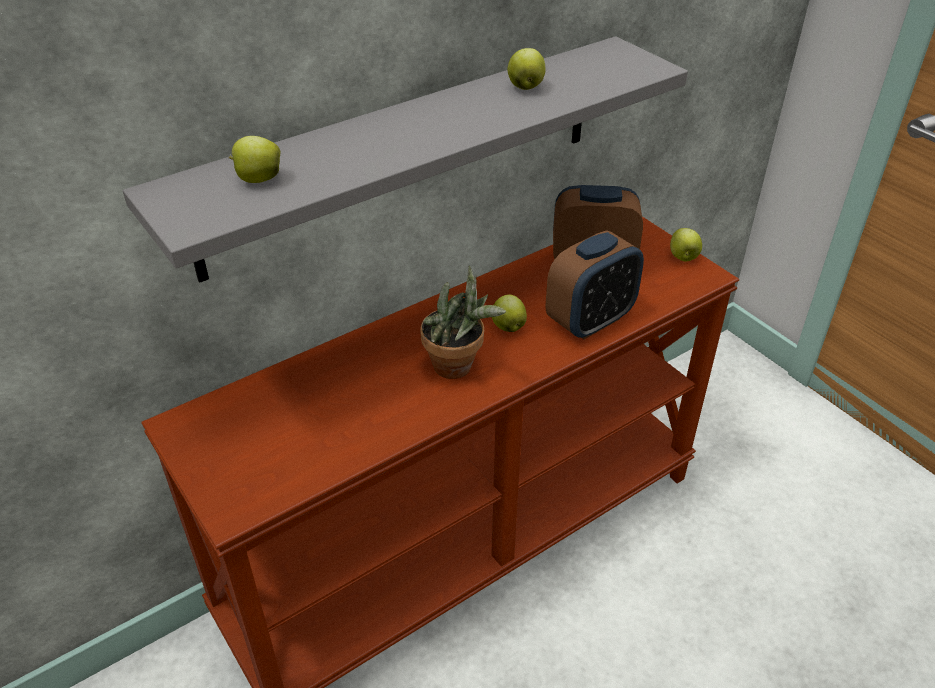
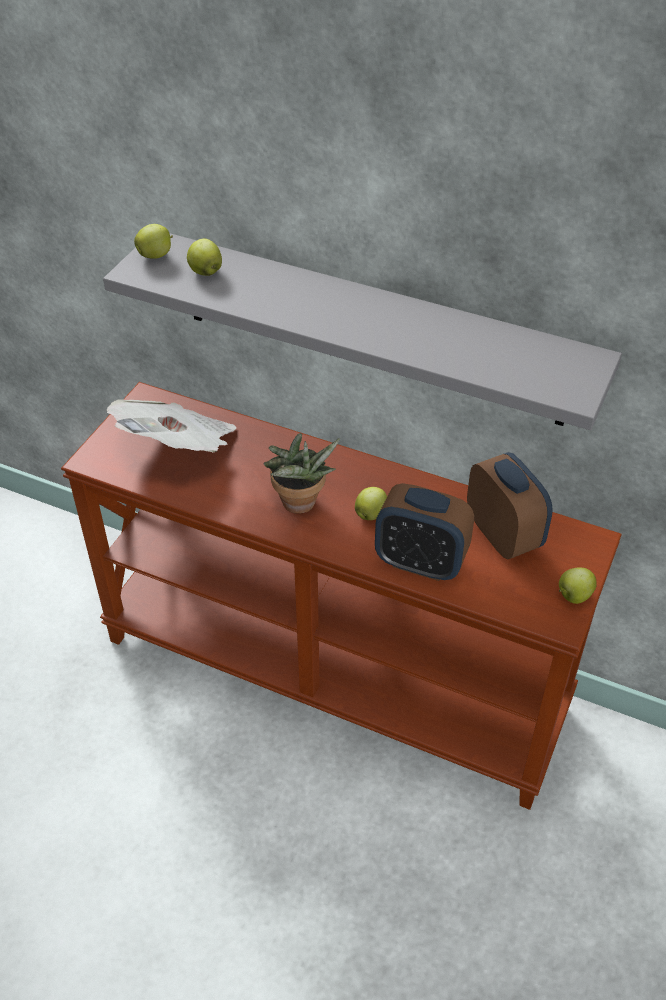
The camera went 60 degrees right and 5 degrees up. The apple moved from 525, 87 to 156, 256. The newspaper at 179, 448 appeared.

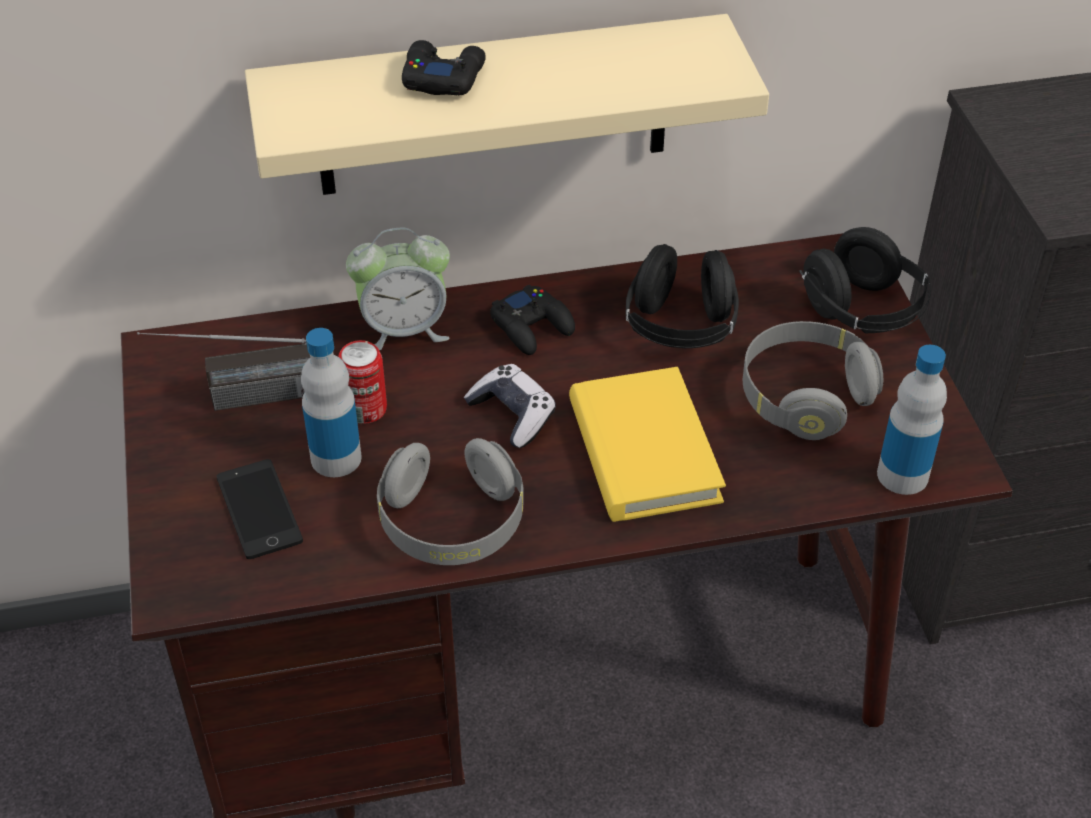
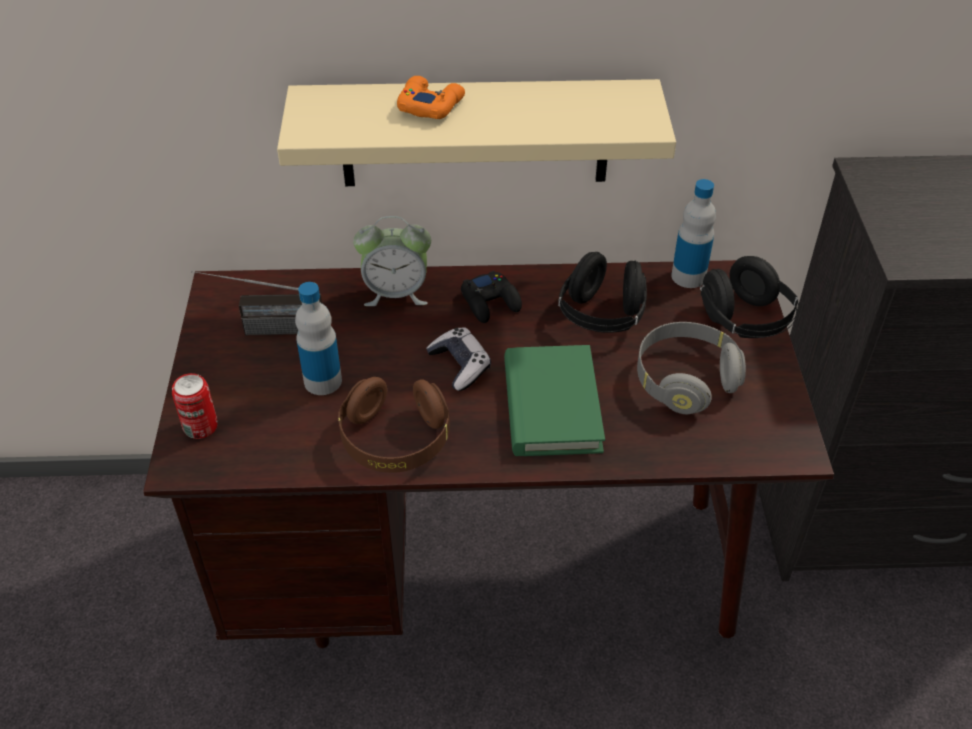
The camera went 10 degrees right and 0 degrees up. The phone at 259, 509 disappeared. The can moved from 365, 409 to 200, 426. The grey headphones at 452, 523 became the brown headphones at 395, 440. The black game controller at 442, 77 became the orange game controller at 430, 105. The yellow book at 643, 451 became the green book at 551, 405. The bottle moved from 902, 475 to 688, 276.

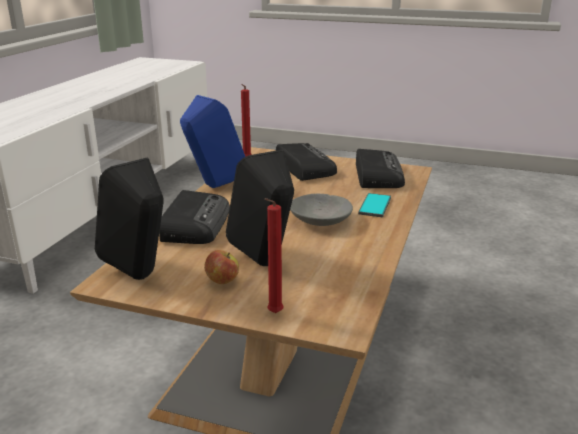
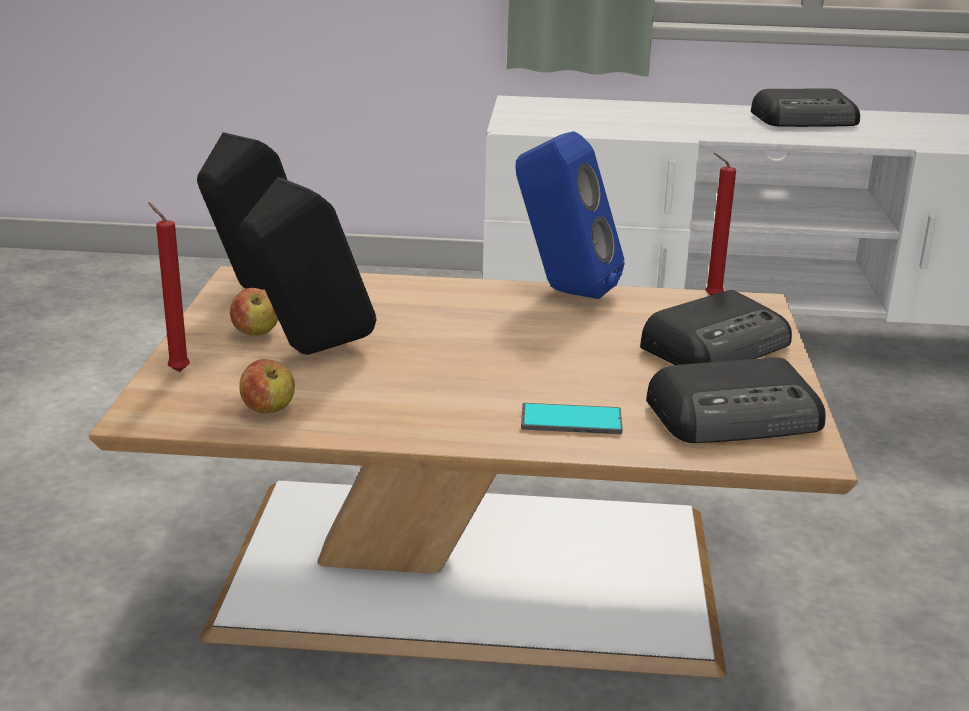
The camera went 75 degrees right and 0 degrees up. The radio moved from 195, 224 to 806, 120. The grey bowl at 321, 220 disappeared. The apple at 268, 410 appeared.

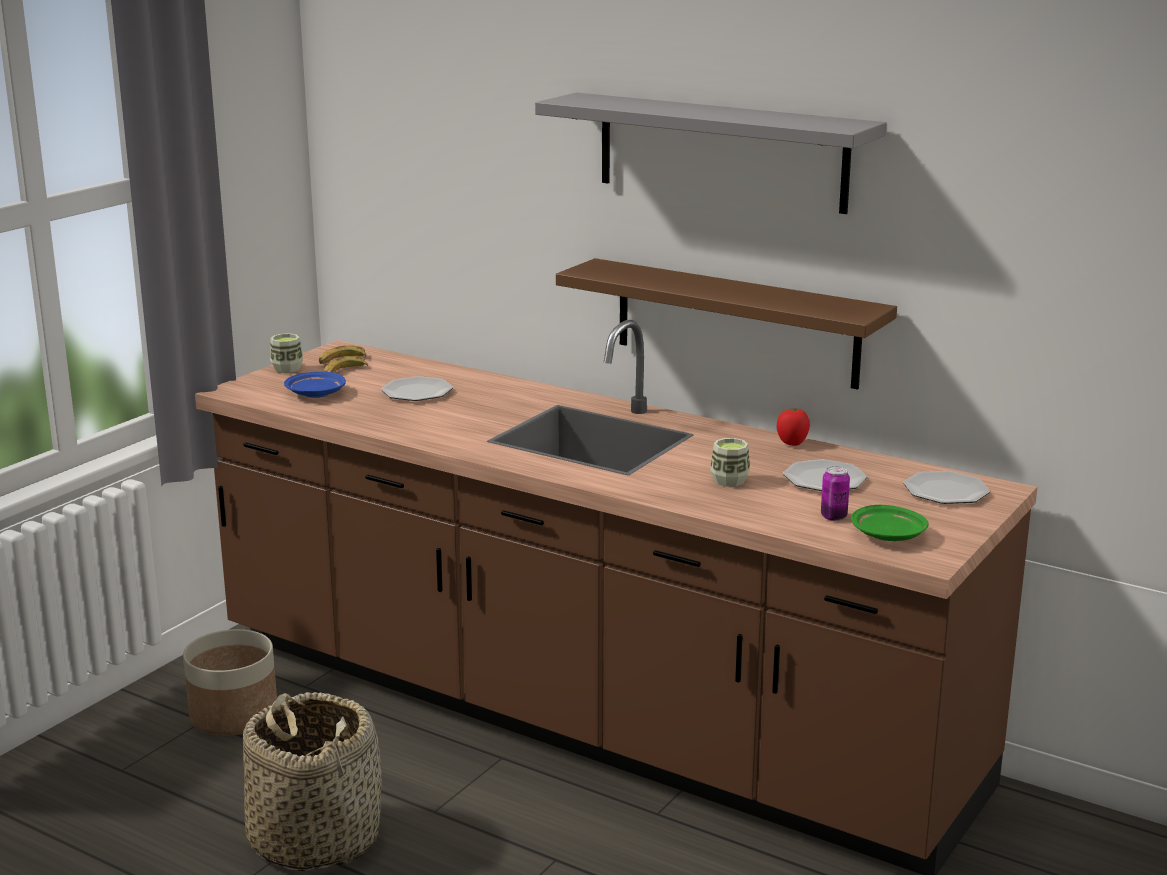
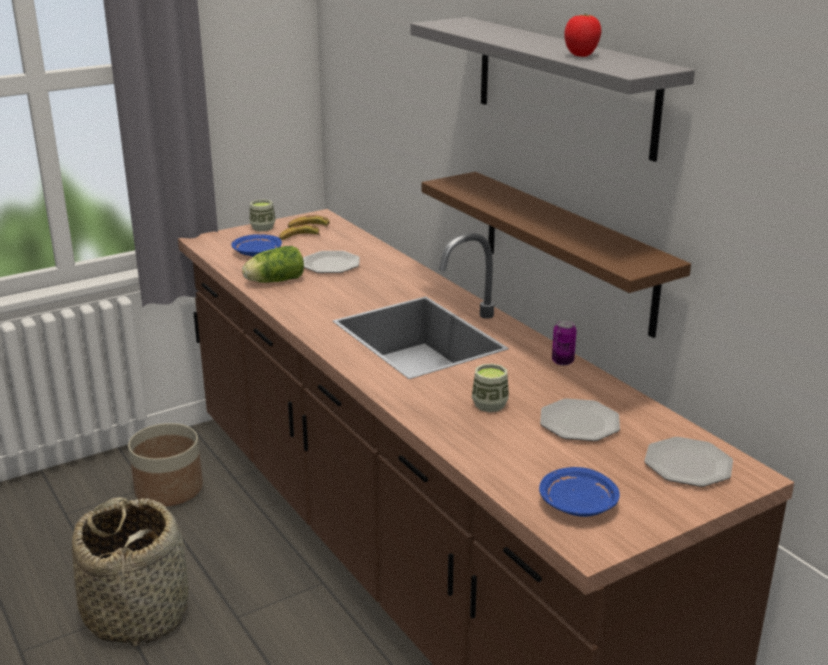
The camera went 25 degrees right and 5 degrees up. The tomato moved from 792, 444 to 581, 56. The can moved from 833, 516 to 562, 361. The green plate at 888, 535 became the blue plate at 578, 504. The lettuce at 273, 281 appeared.

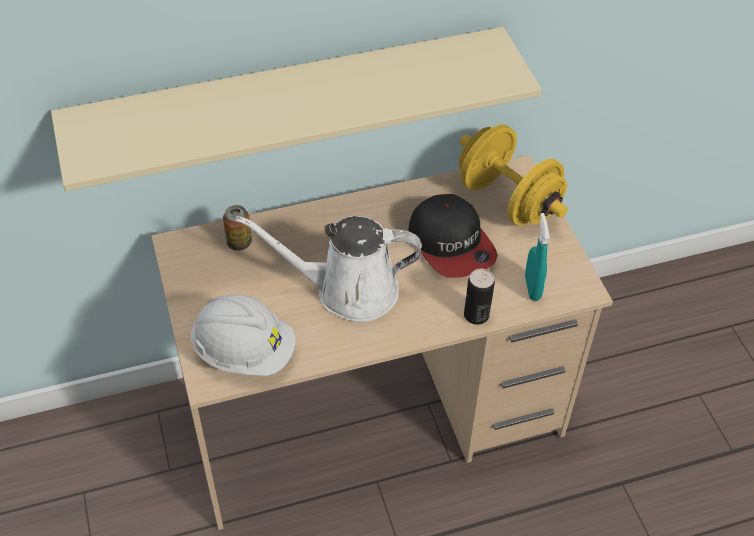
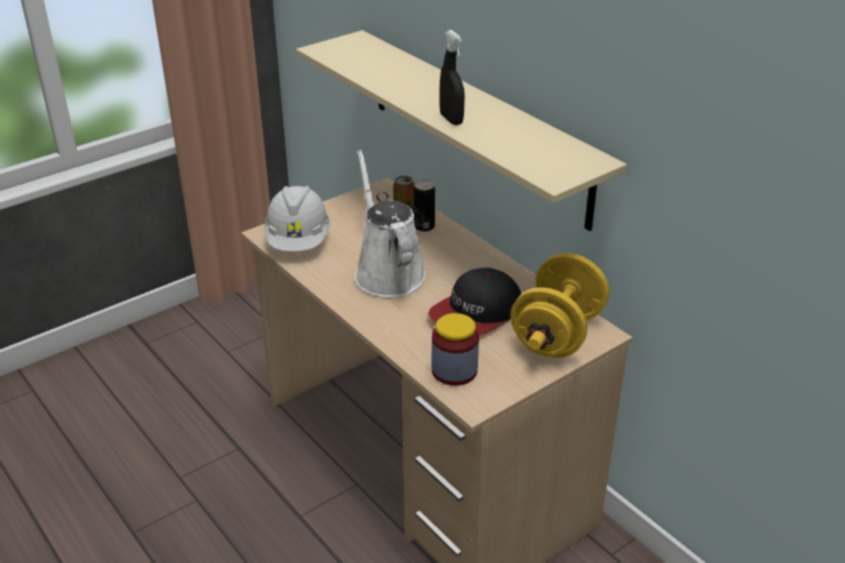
The camera went 70 degrees right and 15 degrees down. The can moved from 476, 315 to 424, 226. The turquoise spray bottle at 532, 288 was replaced by the jar at 454, 371. The black spray bottle at 451, 119 appeared.

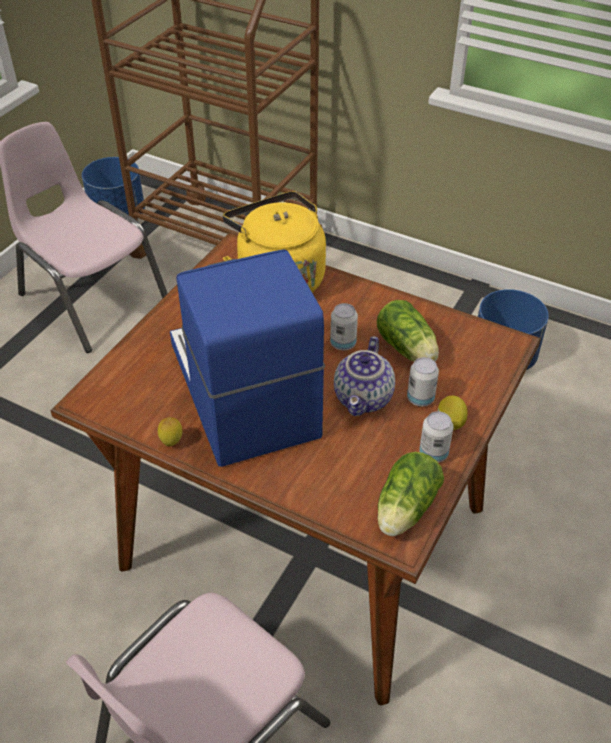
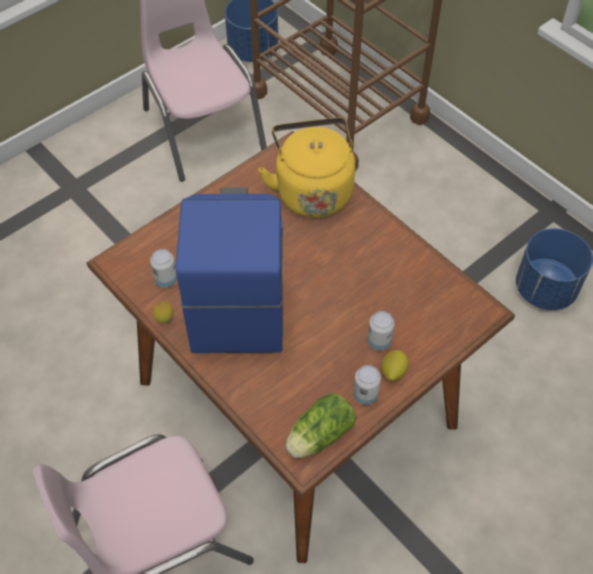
The camera went 20 degrees right and 10 degrees up. The can moved from 343, 344 to 166, 280. The teapot at 364, 399 disappeared. The lettuce at 408, 350 disappeared.

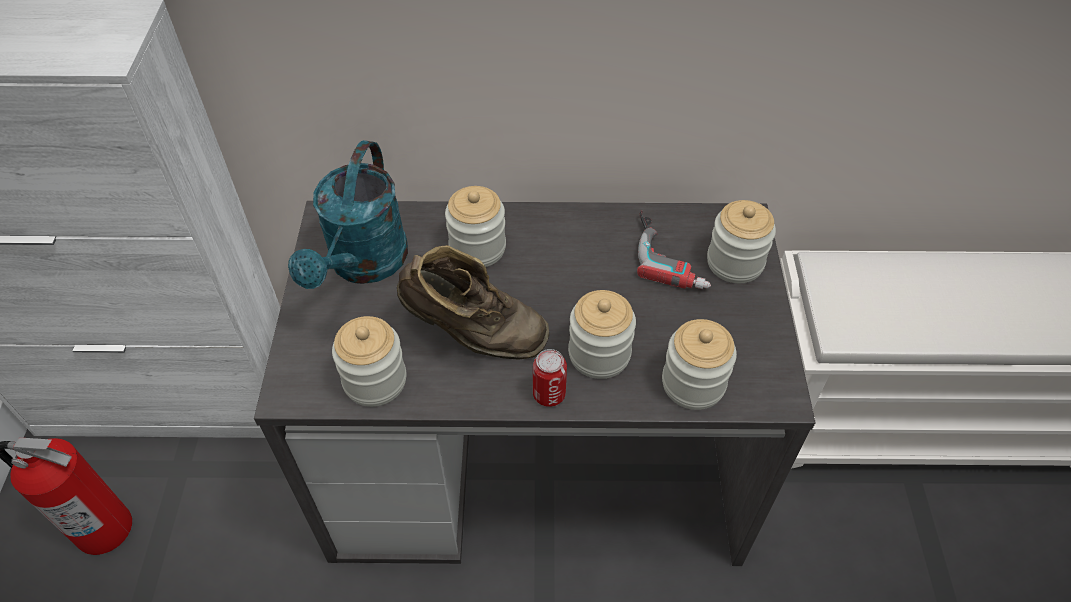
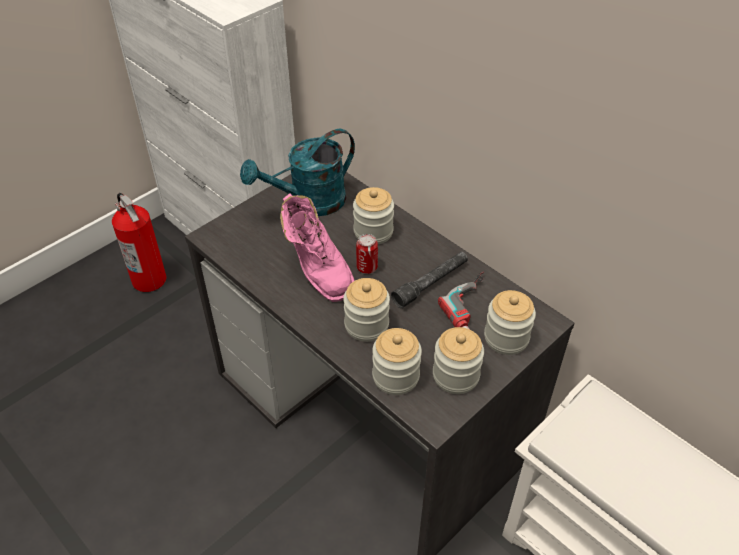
The camera went 45 degrees right and 5 degrees down. The jar moved from 375, 380 to 455, 375. The brown boot at 473, 336 became the pink boot at 317, 271. The can moved from 549, 394 to 367, 267. The grey flashlight at 431, 283 appeared.

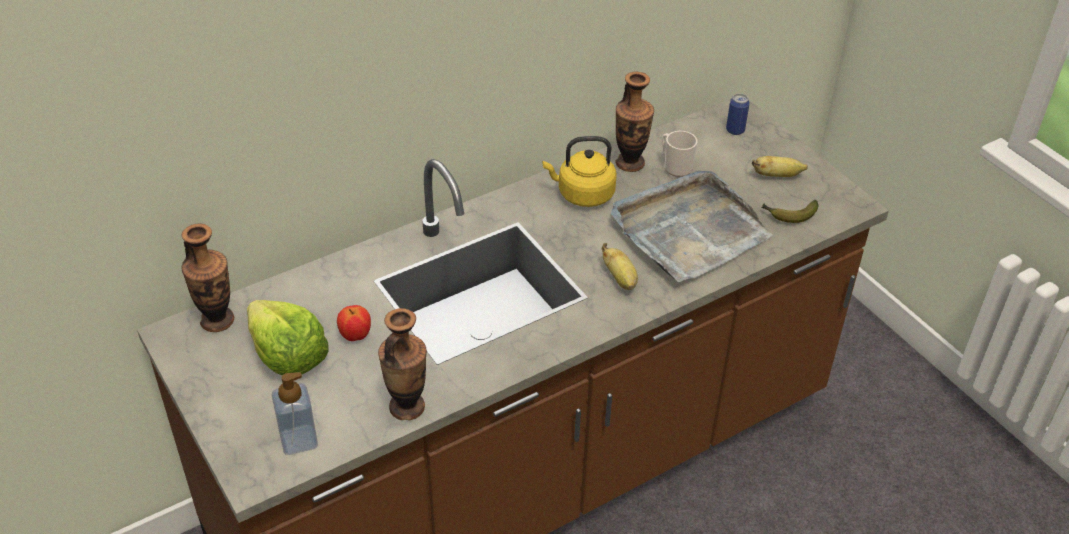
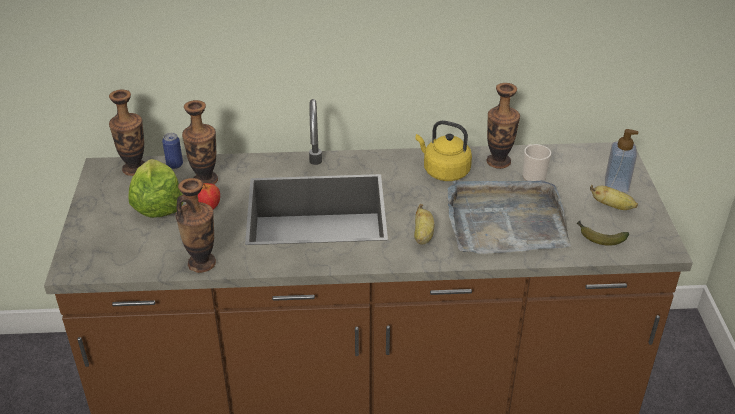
The camera went 30 degrees right and 5 degrees down. The soap dispenser moved from 298, 440 to 616, 185. The can moved from 735, 130 to 174, 165. The vase at 205, 180 appeared.

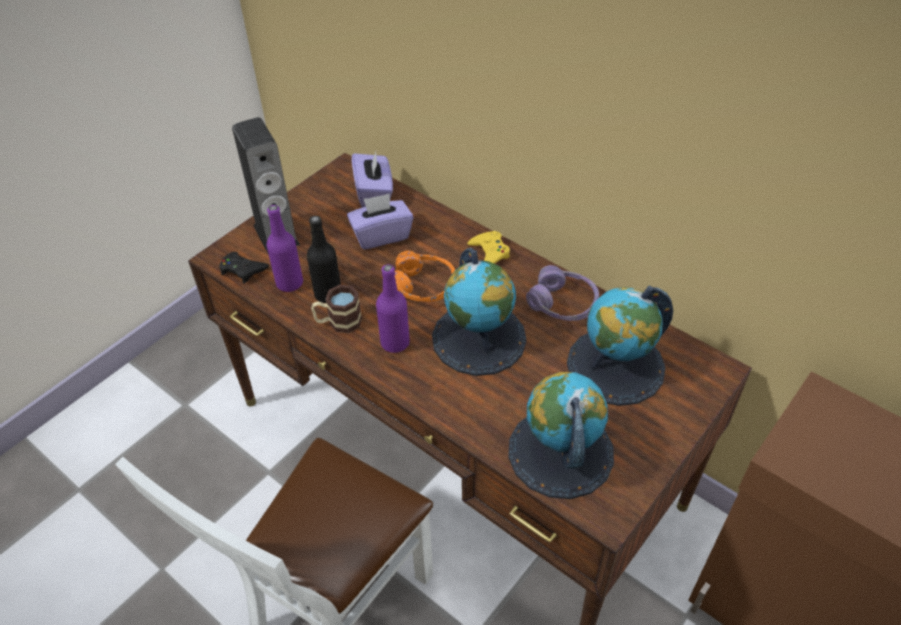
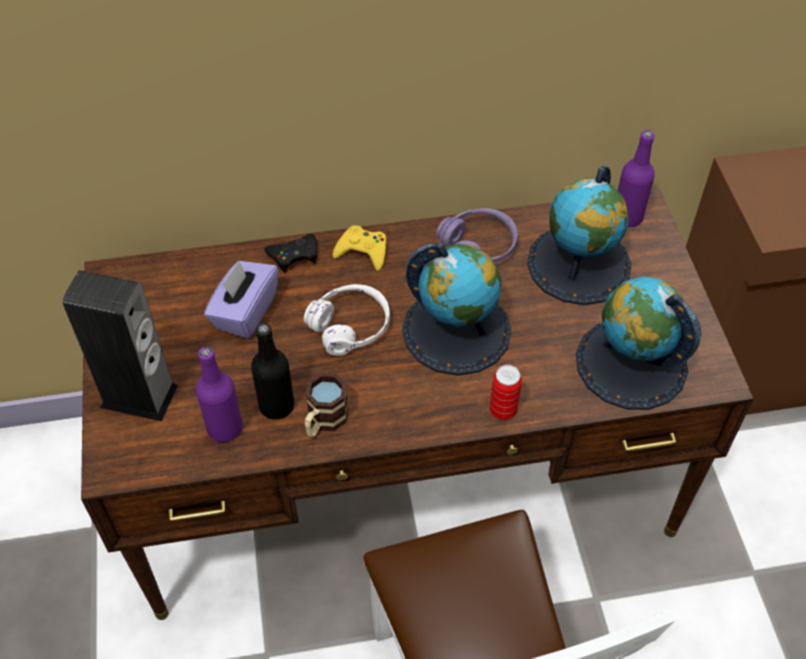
The camera went 50 degrees left and 5 degrees up. The black game controller moved from 242, 270 to 294, 255. The purple tissue box at 374, 192 disappeared. The purple bottle moved from 395, 343 to 627, 217. The orange headphones at 423, 286 became the white headphones at 350, 326. The can at 503, 410 appeared.

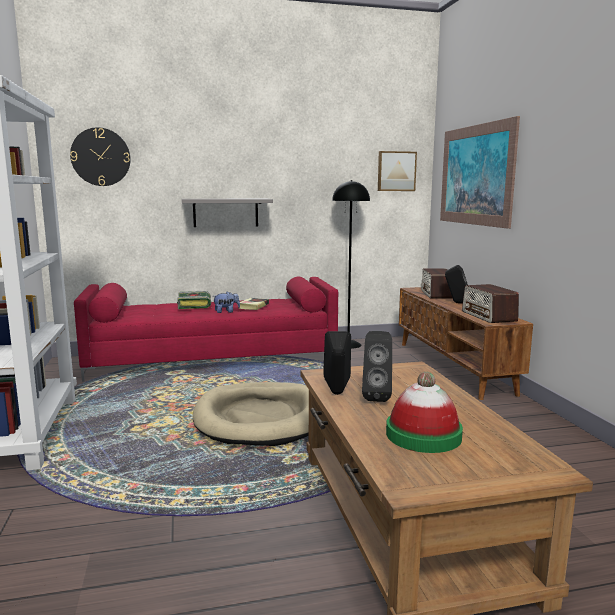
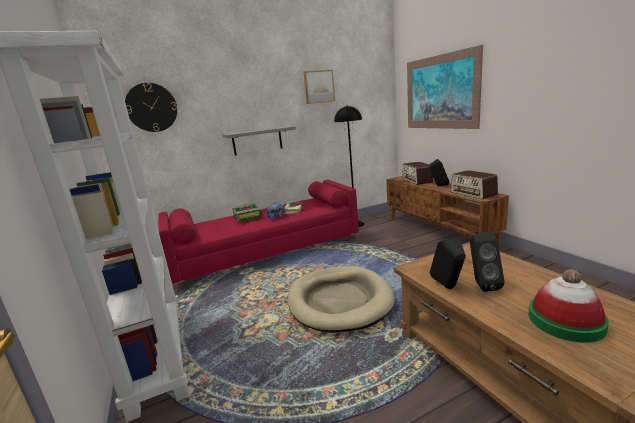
The camera went 10 degrees left and 5 degrees up. The picture moved from 396, 171 to 318, 87.

